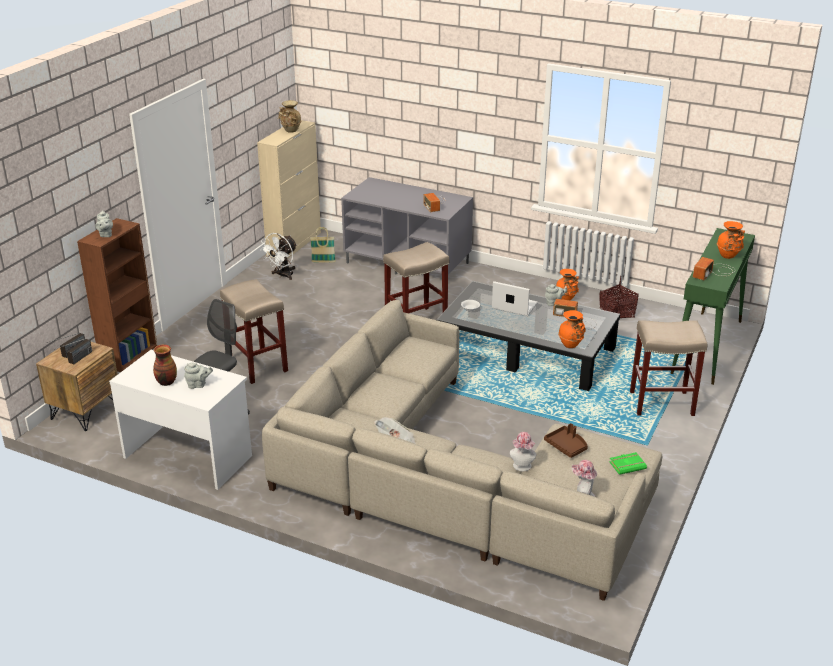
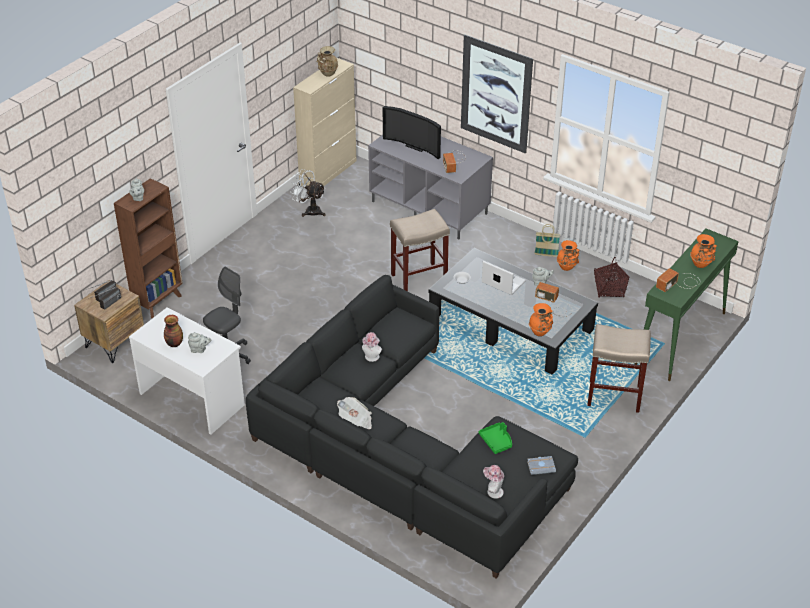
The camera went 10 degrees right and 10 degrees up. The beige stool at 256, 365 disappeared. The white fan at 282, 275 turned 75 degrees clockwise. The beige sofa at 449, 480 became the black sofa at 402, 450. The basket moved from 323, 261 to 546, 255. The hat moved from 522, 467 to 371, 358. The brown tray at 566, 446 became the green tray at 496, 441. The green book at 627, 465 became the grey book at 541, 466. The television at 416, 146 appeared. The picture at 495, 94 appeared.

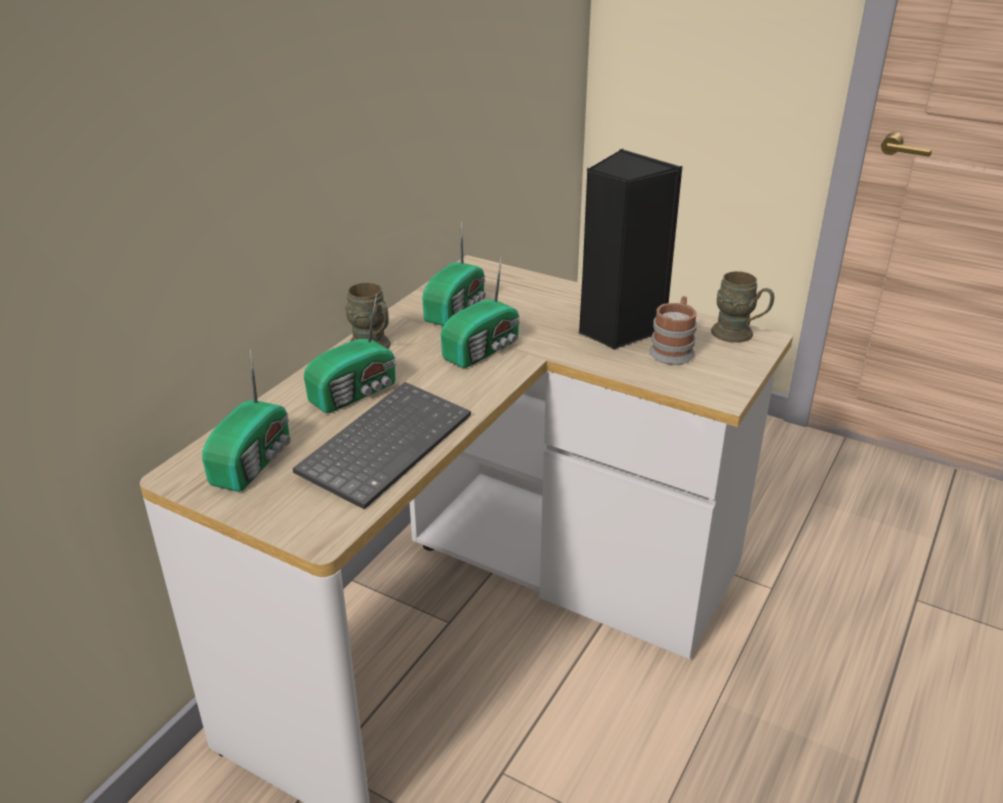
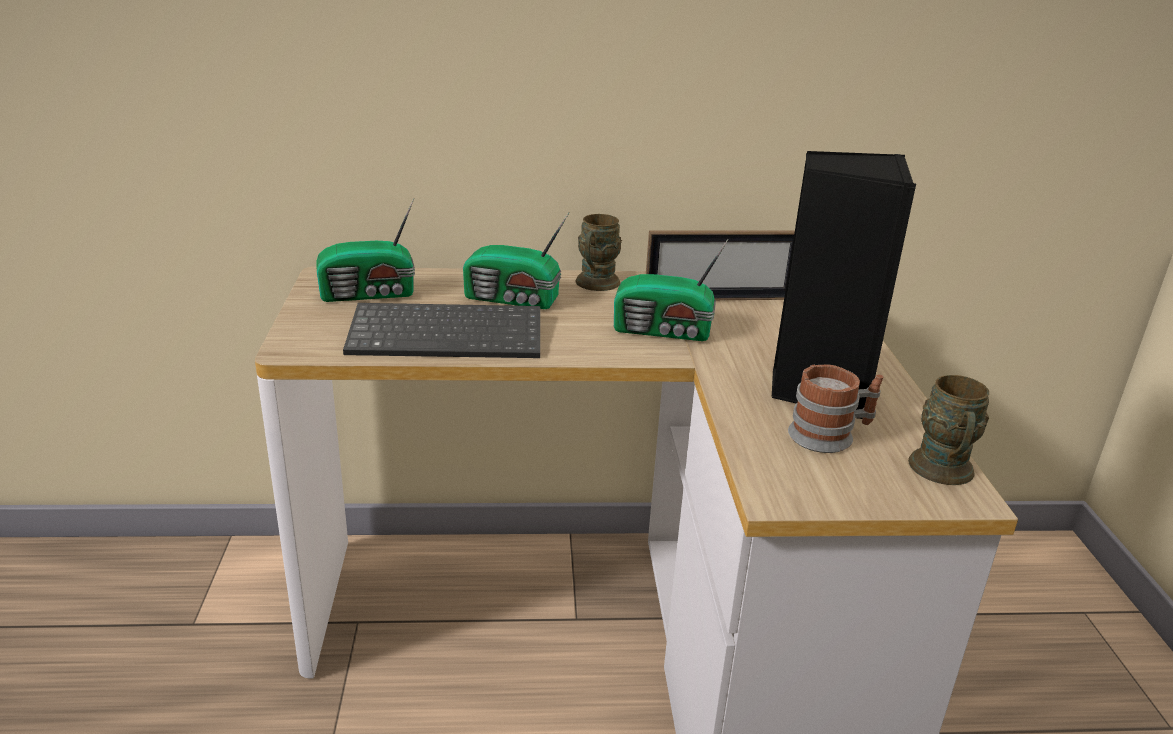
The camera went 55 degrees right and 5 degrees down. The radio at 457, 309 was replaced by the picture frame at 719, 299.

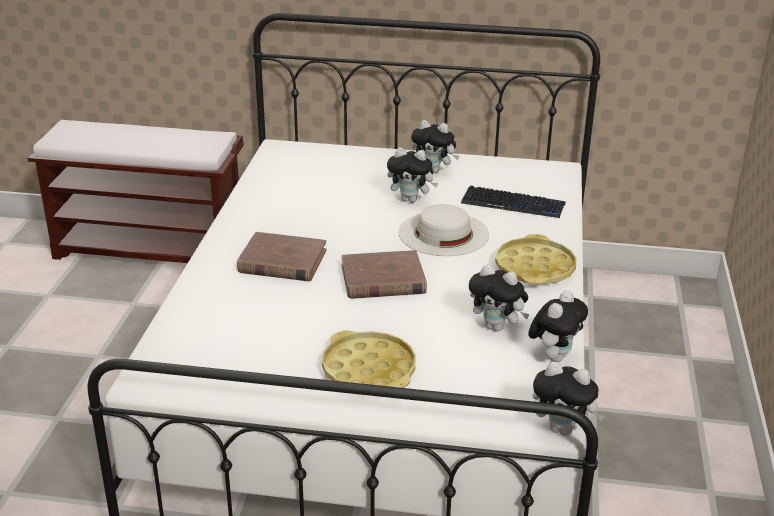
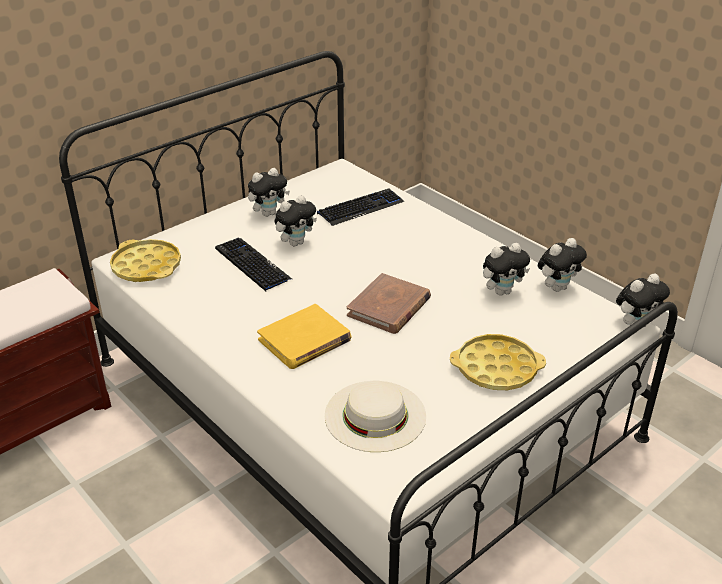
The camera went 50 degrees left and 5 degrees up. The brown book at 282, 261 became the yellow book at 304, 340. The white hat moved from 443, 233 to 375, 415. The yellow tray moved from 535, 268 to 146, 266. The plush toy at 554, 356 turned 75 degrees clockwise. The keyboard at 252, 265 appeared.

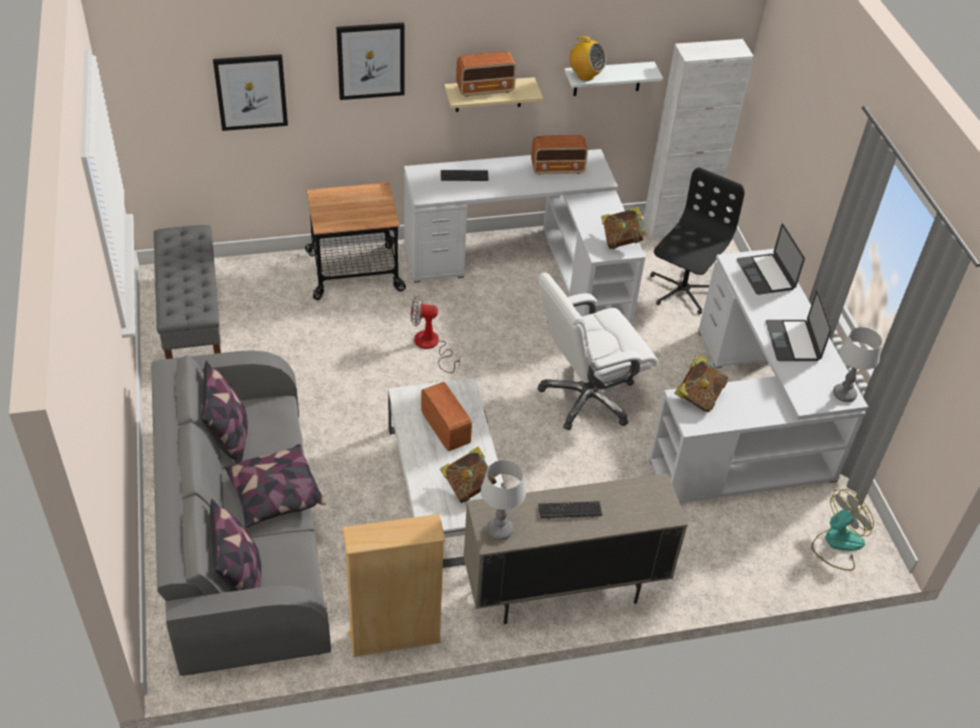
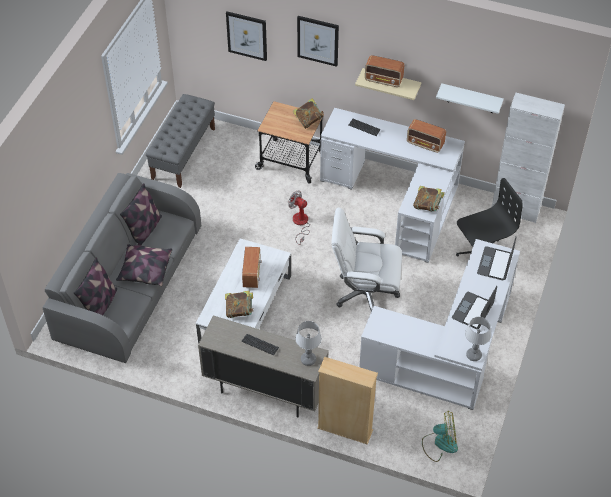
The camera went 35 degrees right and 5 degrees up. The beige bookcase moved from 395, 637 to 345, 429. The table lamp moved from 499, 531 to 308, 360. The radio at 585, 75 disappeared. The book moved from 698, 397 to 308, 121.

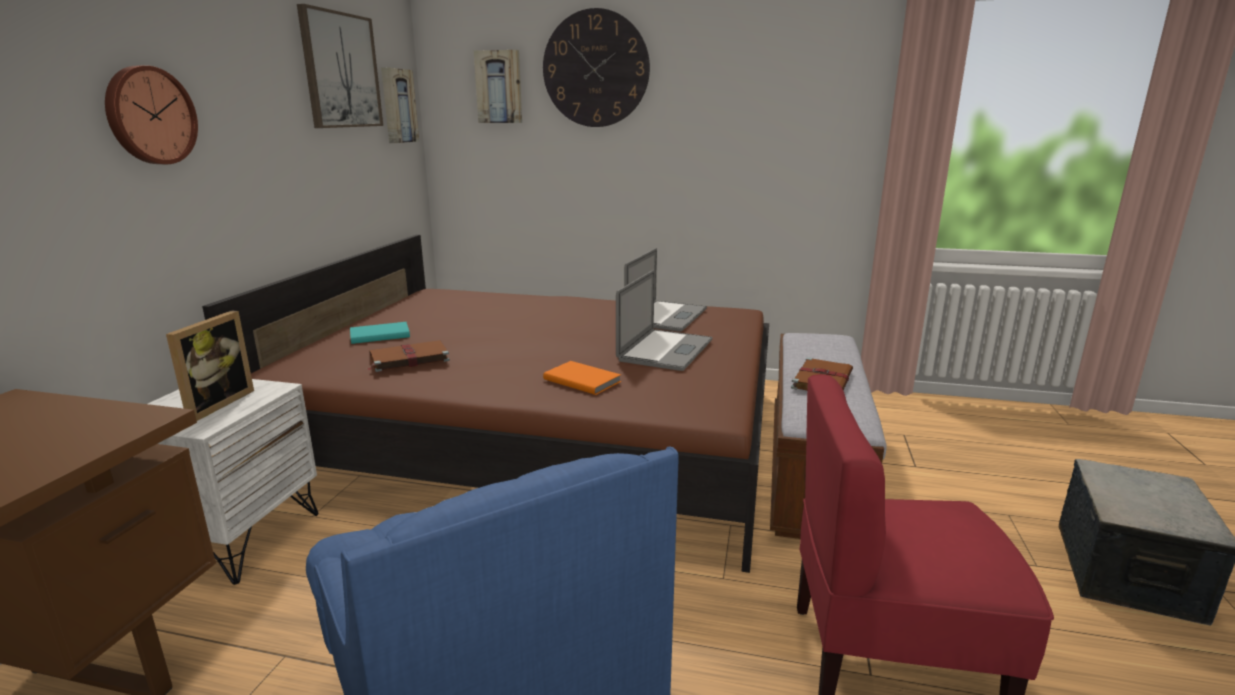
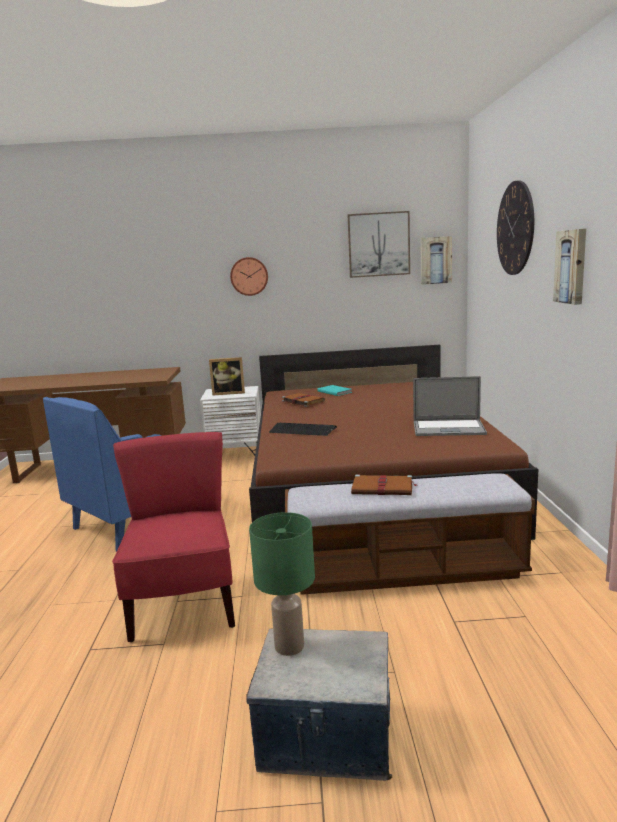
The camera went 75 degrees right and 5 degrees down. The picture moved from 499, 87 to 572, 266. The orange book at 582, 380 was replaced by the keyboard at 302, 430. The laptop at 665, 350 disappeared. The green table lamp at 290, 646 appeared.

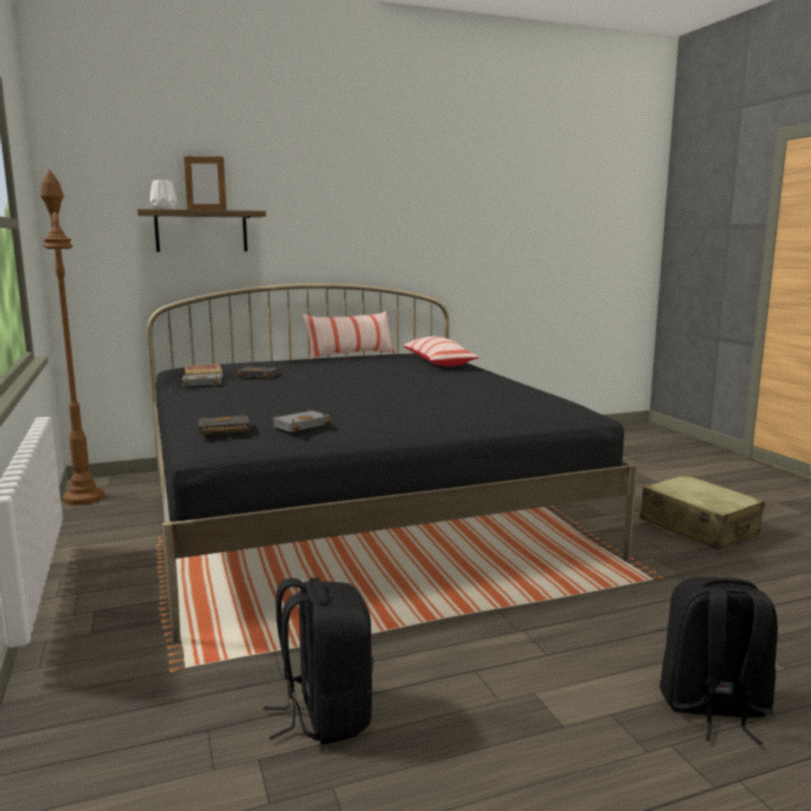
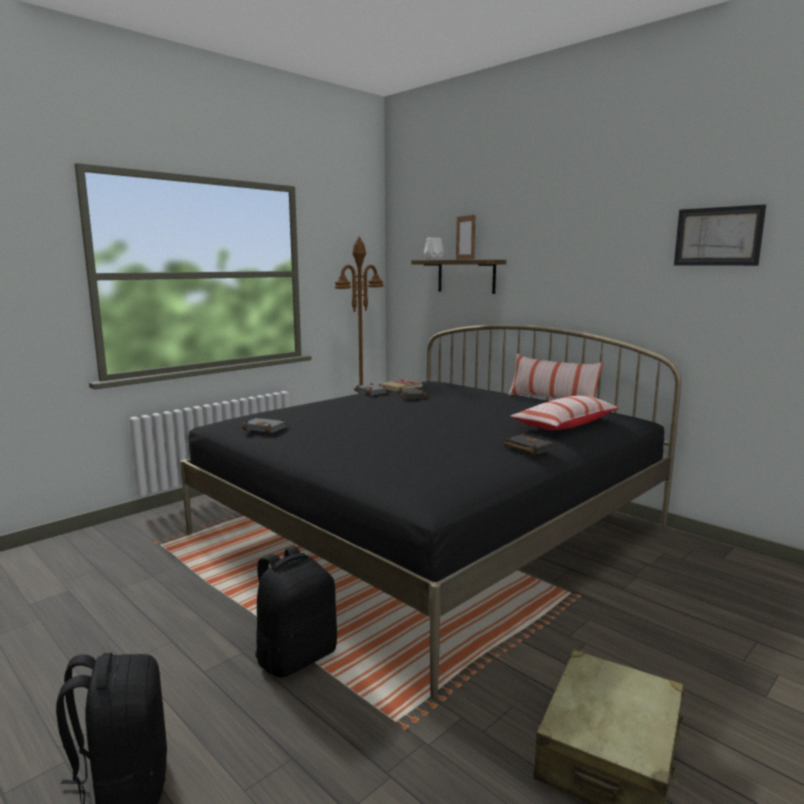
The camera went 65 degrees right and 0 degrees up. The black book moved from 223, 430 to 526, 448. The black backpack moved from 325, 715 to 296, 656. The picture at 718, 236 appeared.

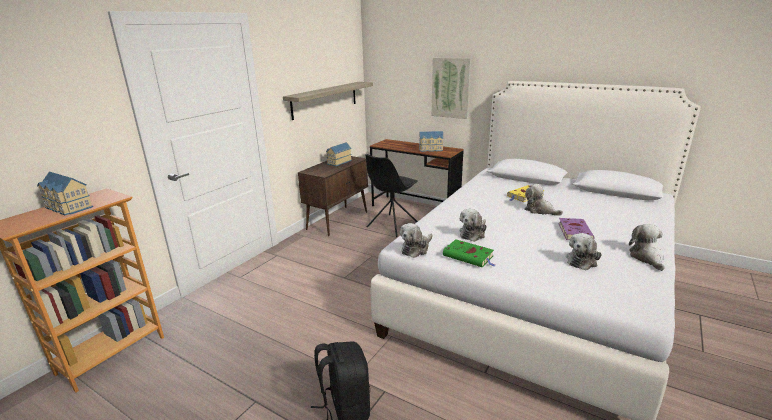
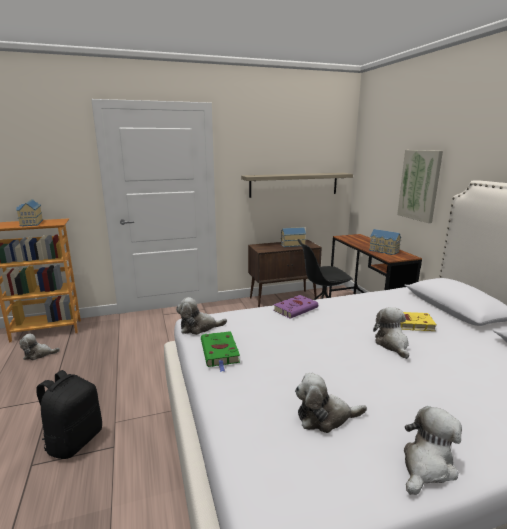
The camera went 40 degrees right and 5 degrees down. The plush toy moved from 473, 233 to 38, 354. The purple book moved from 574, 231 to 296, 309.

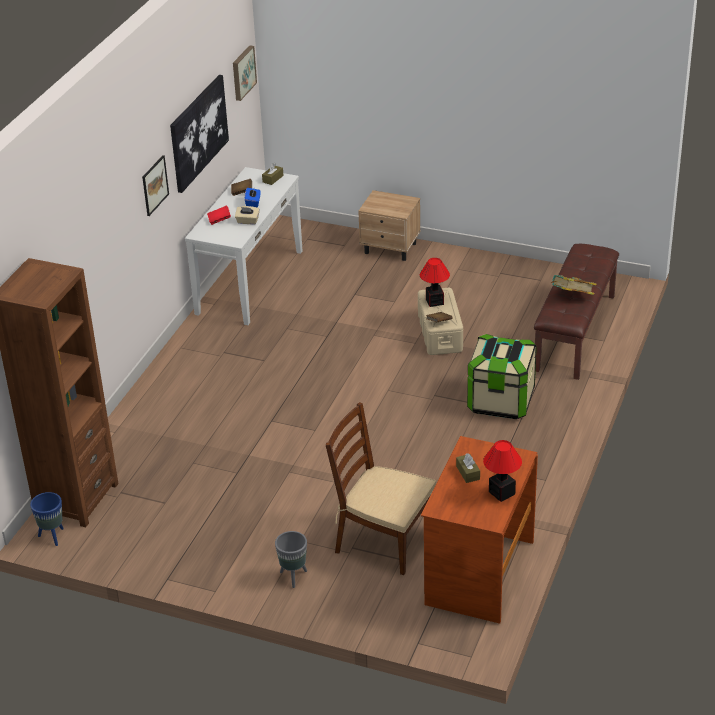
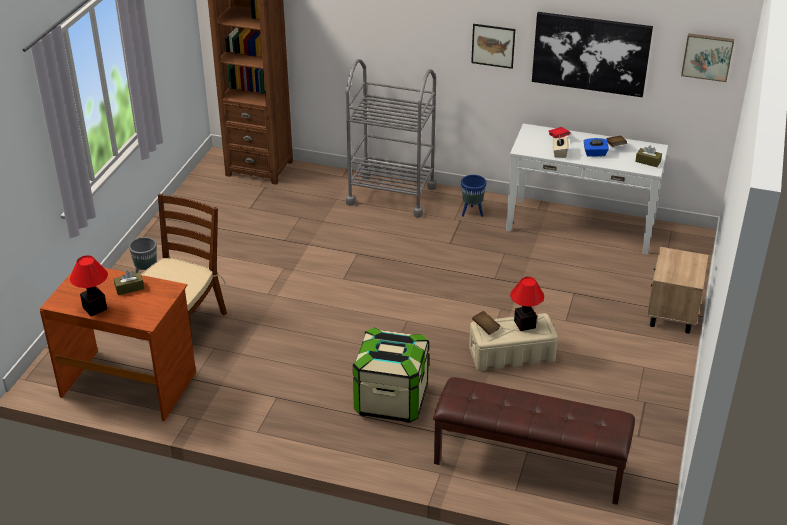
The camera went 85 degrees right and 0 degrees up. The blue planter moved from 52, 536 to 472, 213. The book at 572, 297 disappeared. The grey cart at 391, 195 appeared.

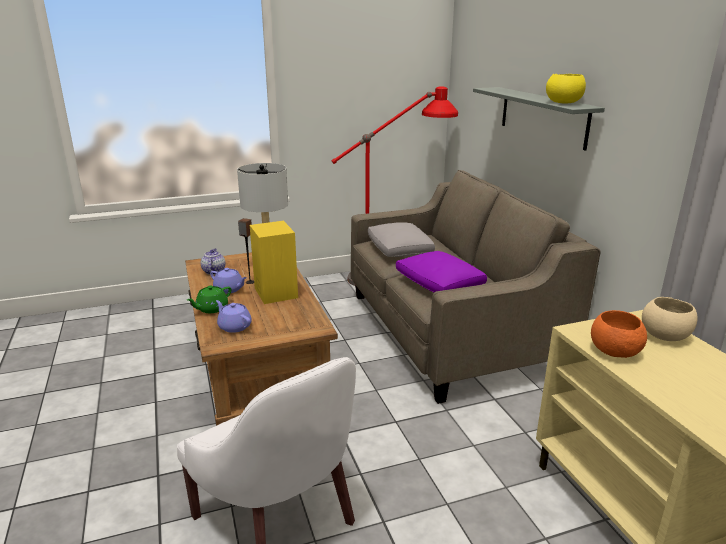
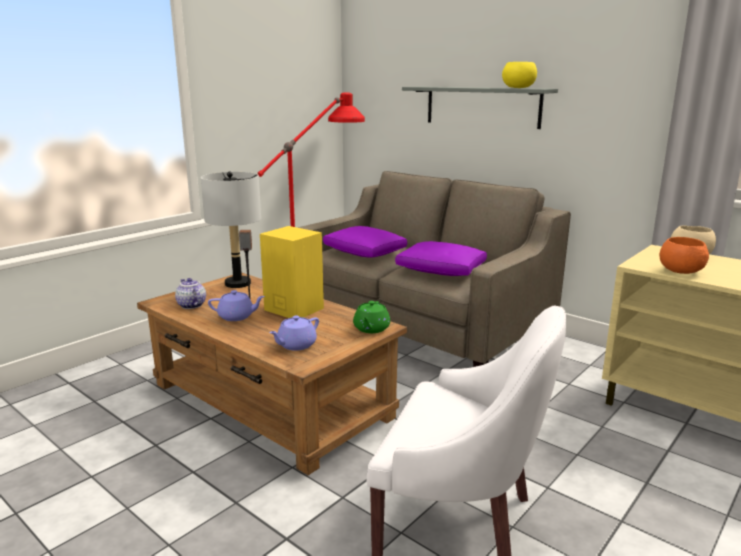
The camera went 30 degrees left and 5 degrees down. The green teapot moved from 211, 309 to 371, 329. The purple teapot at 234, 326 turned 60 degrees counterclockwise. The grey pillow at 400, 249 became the purple pillow at 365, 252.

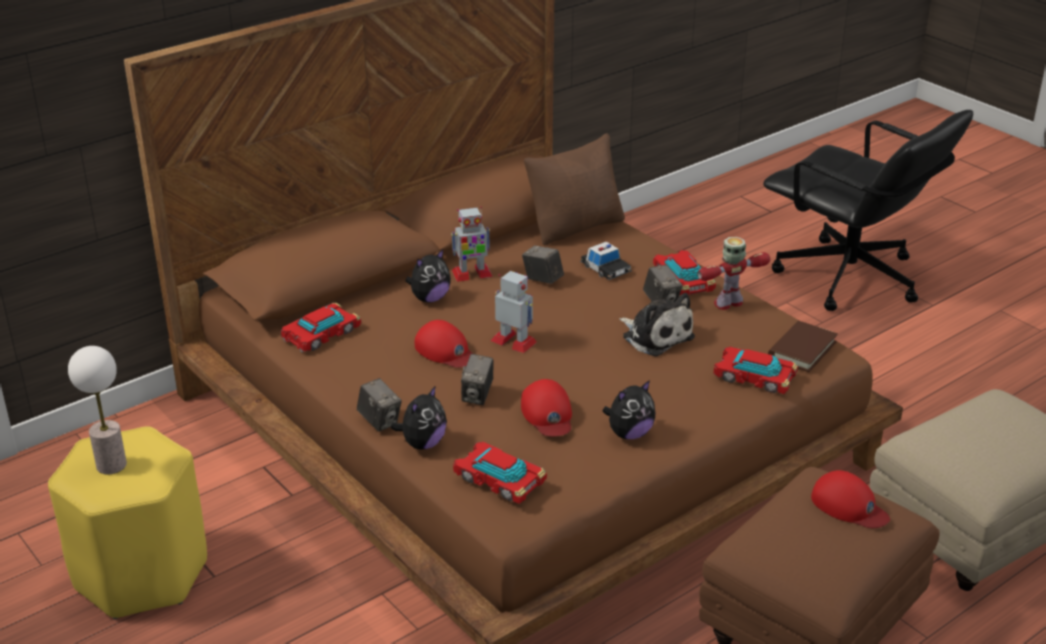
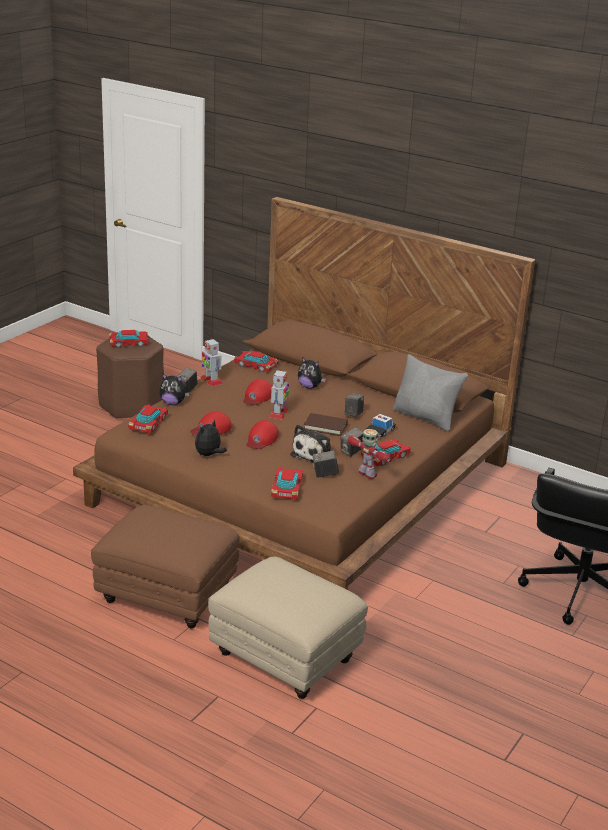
The camera went 70 degrees right and 5 degrees down. The yellow stool at 141, 573 became the brown stool at 131, 406. The table lamp at 112, 465 was replaced by the toy car at 129, 343. The toy robot moved from 471, 274 to 211, 380. The photo camera moved from 477, 396 to 325, 474. The brown pillow at 576, 227 became the grey pillow at 426, 418. The plush toy at 629, 433 turned 90 degrees clockwise. The brown book moved from 802, 350 to 325, 427. The red cap moved from 849, 506 to 261, 439.

